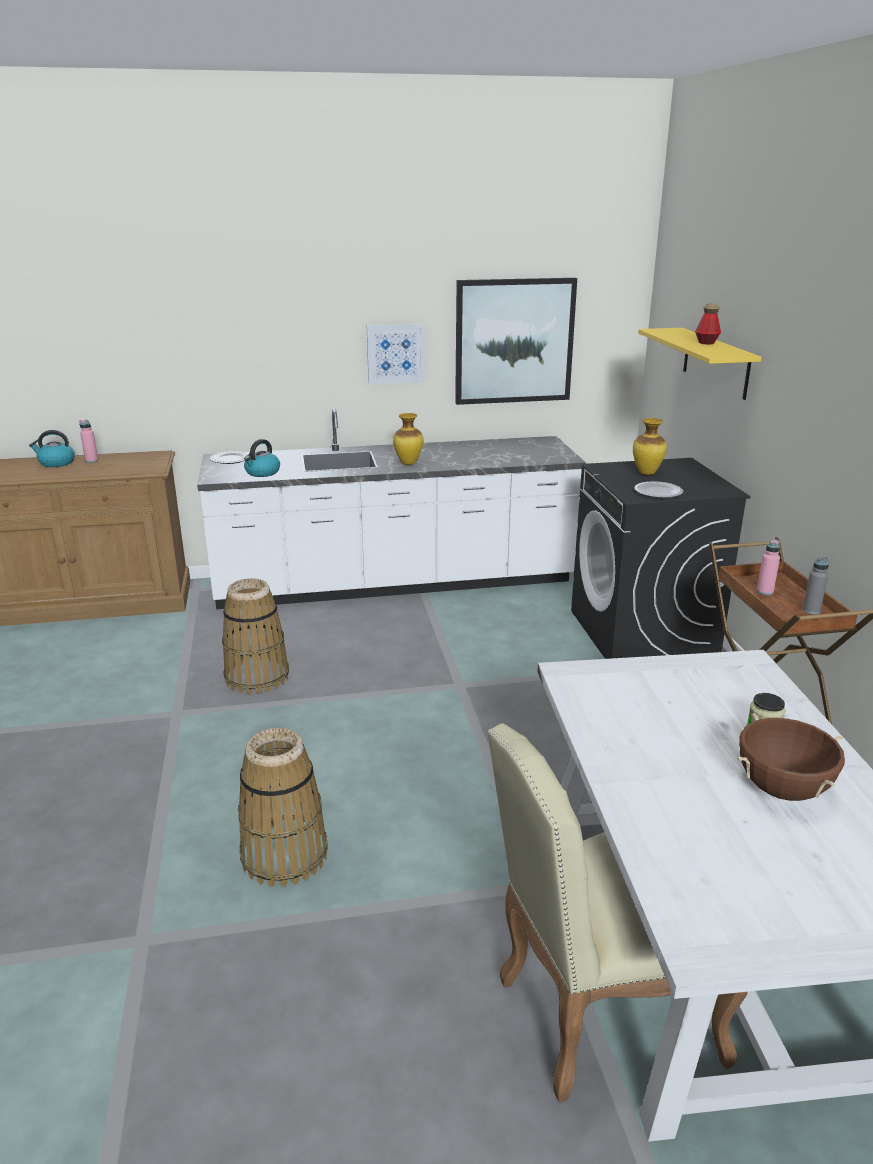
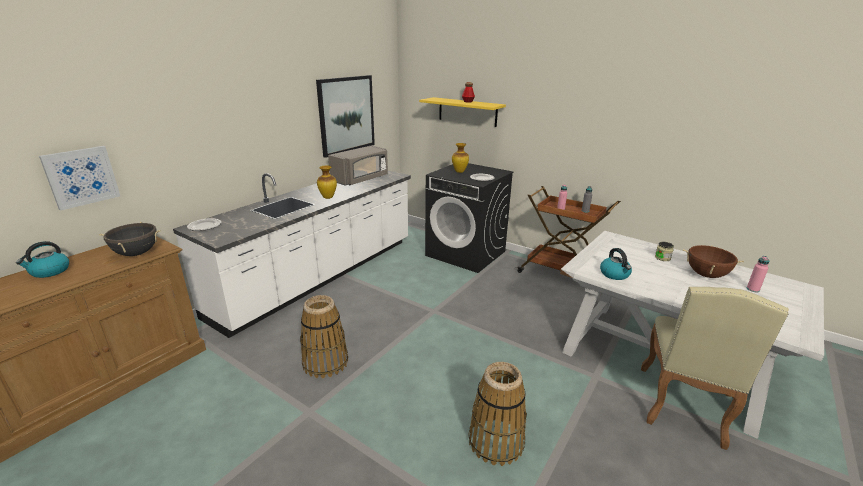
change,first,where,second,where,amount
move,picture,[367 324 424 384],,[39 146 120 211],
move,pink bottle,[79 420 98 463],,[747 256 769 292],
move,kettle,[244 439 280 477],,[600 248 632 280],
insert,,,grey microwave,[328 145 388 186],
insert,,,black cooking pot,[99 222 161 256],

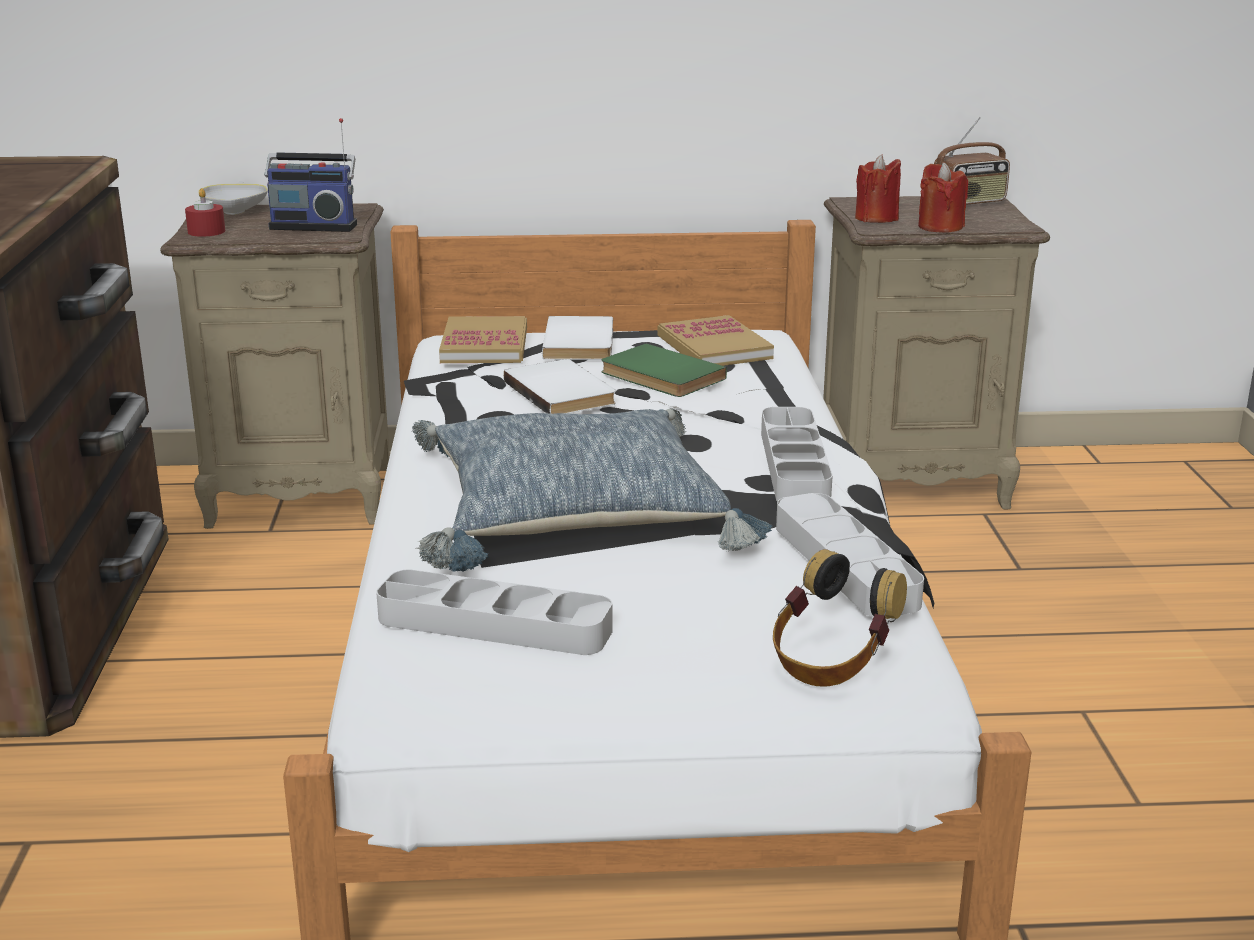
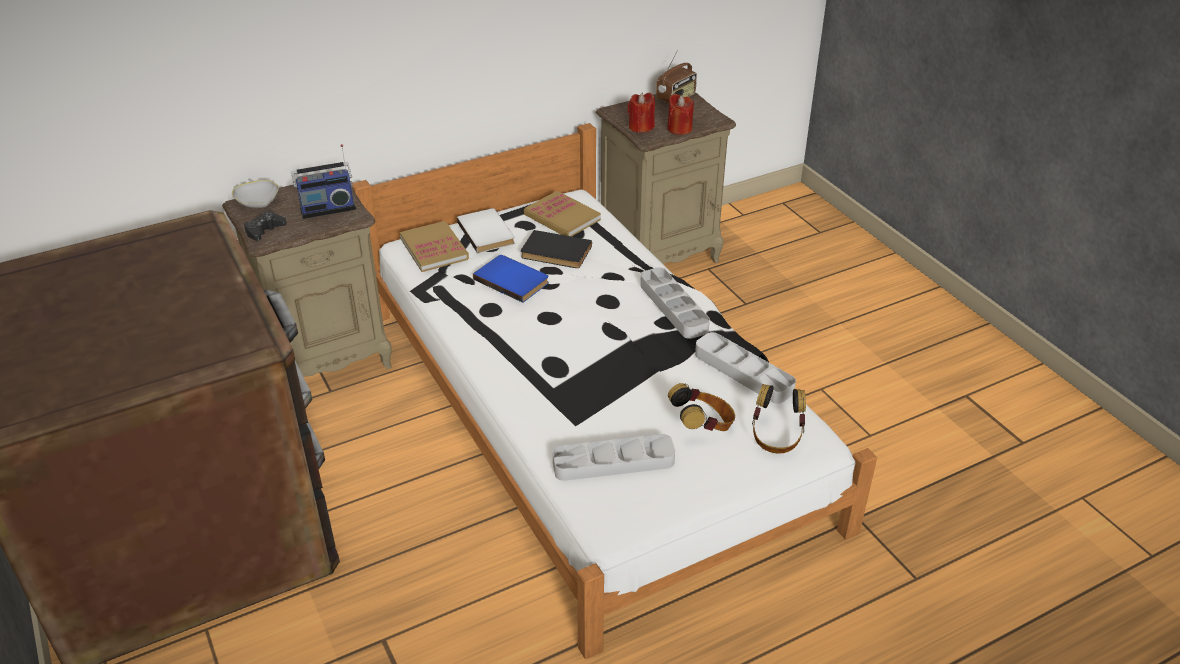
change,first,where,second,where,amount
replace,red candle,[185 188 225 237],black game controller,[244 211 287 241],
recolor,green book,[602 344 727 397],black book,[521 230 592 268],
recolor,white book,[504 359 616 414],blue book,[473 255 549 303],
delete,pillow,[411 408 772 572],,,
insert,,,headphones,[668 383 735 431],

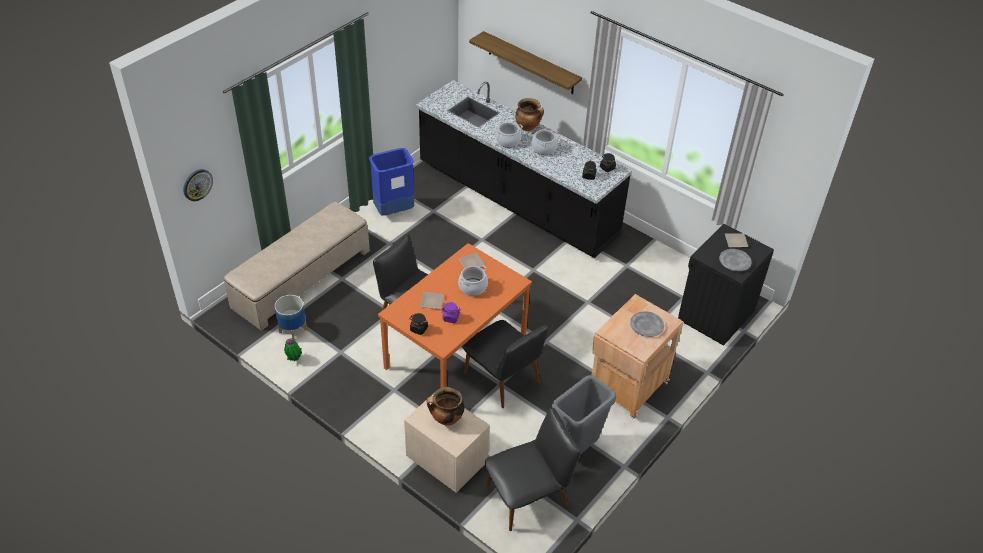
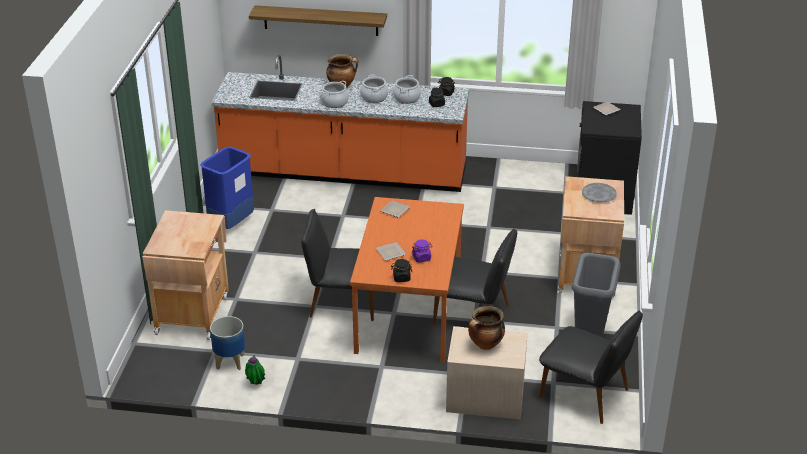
change,first,where,second,where,amount
recolor,black counter,[416 80 632 258],orange counter,[211 55 469 192],
delete,wall clock,[183 169 213 201],,,
replace,beige bench,[224 202 370 331],brown cart,[142 210 229 340],
delete,grey plate,[719 249 752 271],,,
move,cooking pot,[458 265 488 296],,[393 75 421 104],
rotate,black chair,[485 407 580 531],,[539 311 643 424],90 degrees clockwise

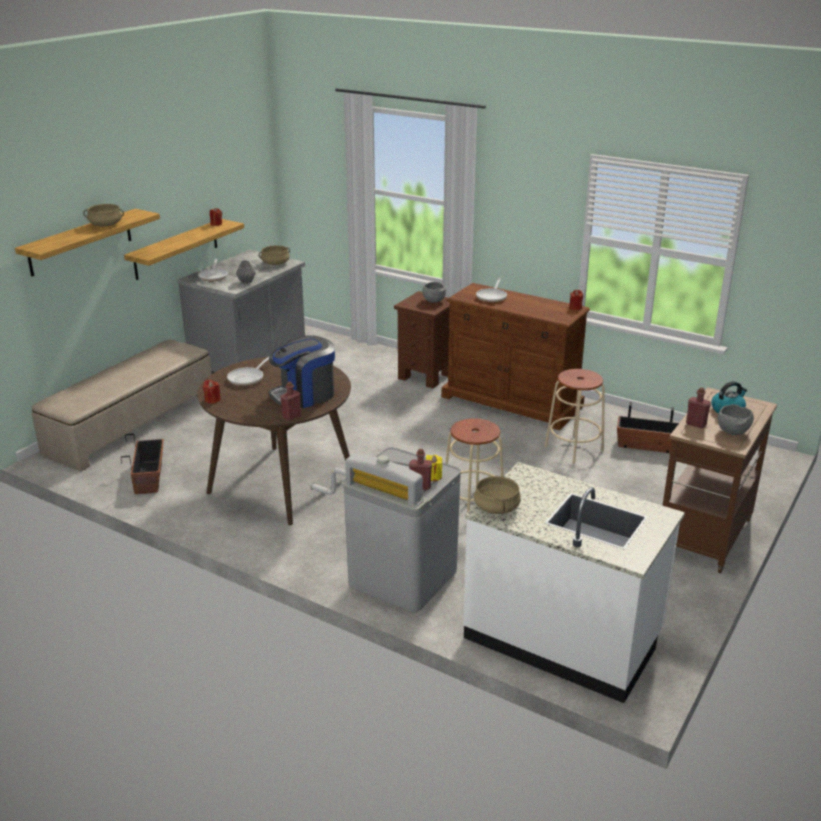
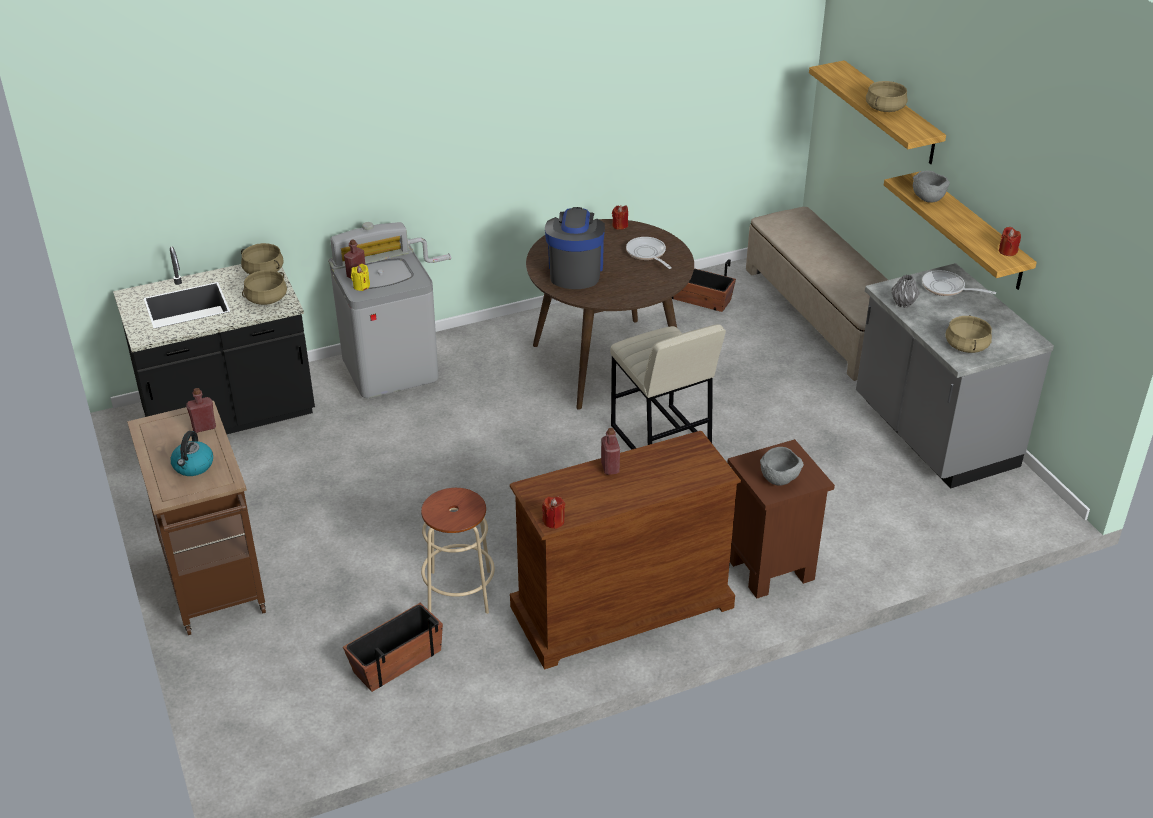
change,first,where,second,where,amount
delete,frying pan,[476 278 507 303],,,
move,red bottle,[280 382 301 420],,[601 428 620 475],
move,grey bowl,[718 404 754 435],,[913 171 950 203],
delete,beige stool,[445 419 504 512],,,
recolor,white counter,[463 462 685 703],black counter,[113 247 315 434],
insert,,,beige cooking pot,[242 270 287 305],
insert,,,beige chair,[610 324 726 450],

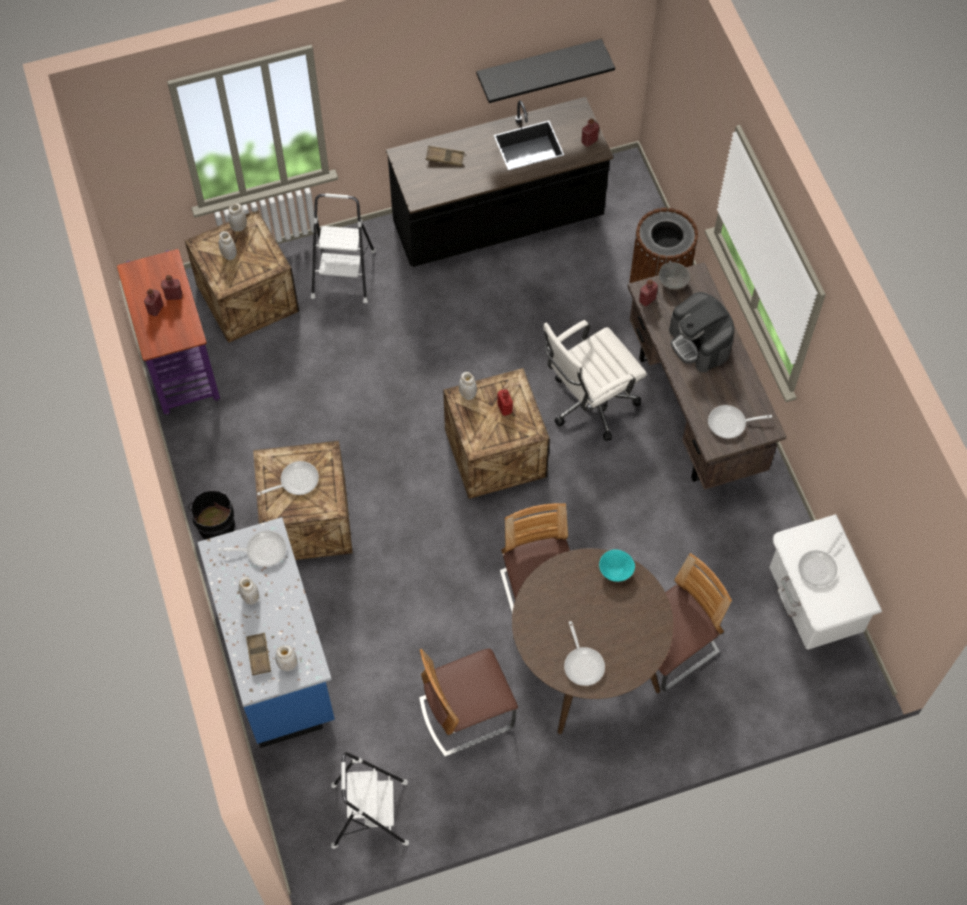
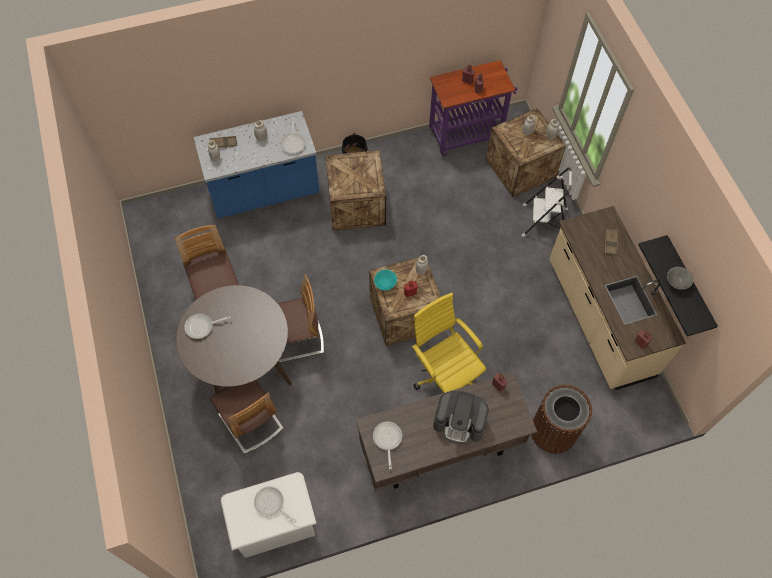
change,first,where,second,where,amount
recolor,black counter,[386 97 613 267],beige counter,[549 206 686 390],
move,grey bowl,[659 262 690 290],,[667 267 694 290],
rotate,coffee machine,[669 292 734 372],,[433 391 489 444],135 degrees counterclockwise
recolor,white office chair,[543 320 647 441],yellow office chair,[412 292 486 393],
delete,frying pan,[257 461 319 496],,,
move,turquoise bowl,[599 549 635 582],,[374 269 397 291],
delete,white step ladder,[331 752 409 849],,,

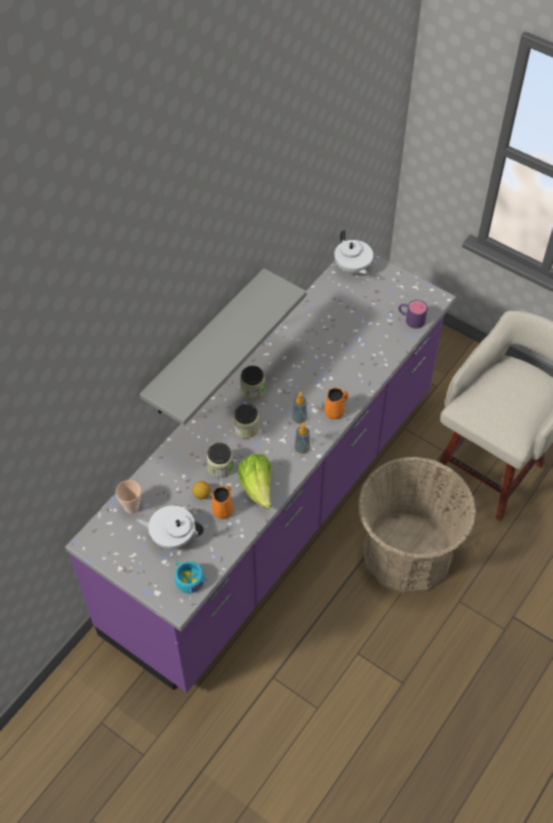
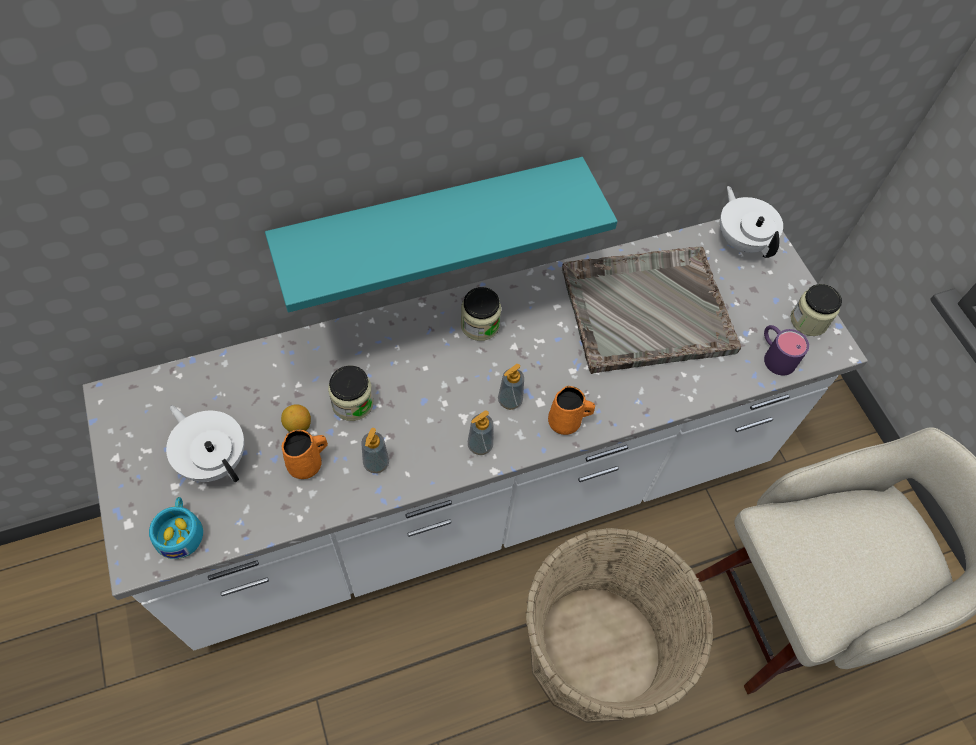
change,first,where,second,where,amount
rotate,white teapot,[334 230 373 275],,[720 186 783 258],150 degrees clockwise
recolor,purple counter,[65 254 456 693],white counter,[83 219 868 650],
recolor,grey shelf,[140 268 307 426],turquoise shelf,[265 157 618 312],
move,jar,[233 404 259 438],,[791 284 842 336],
replace,lettuce,[238 454 271 509],soap dispenser,[361 428 389 474],
delete,cup,[116 480 141 514],,,
insert,,,grey tray,[562 247 741 374],

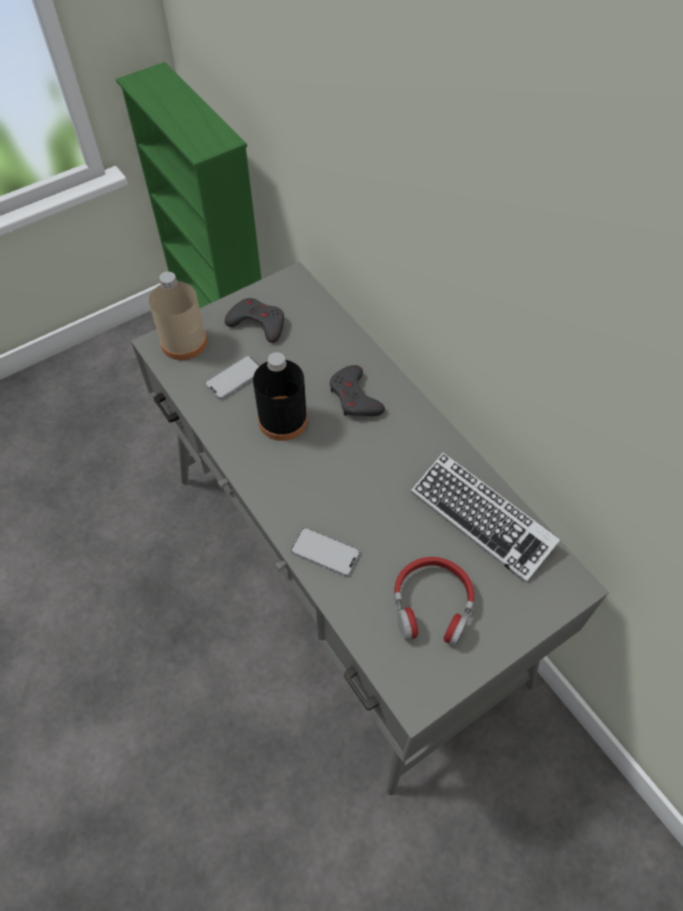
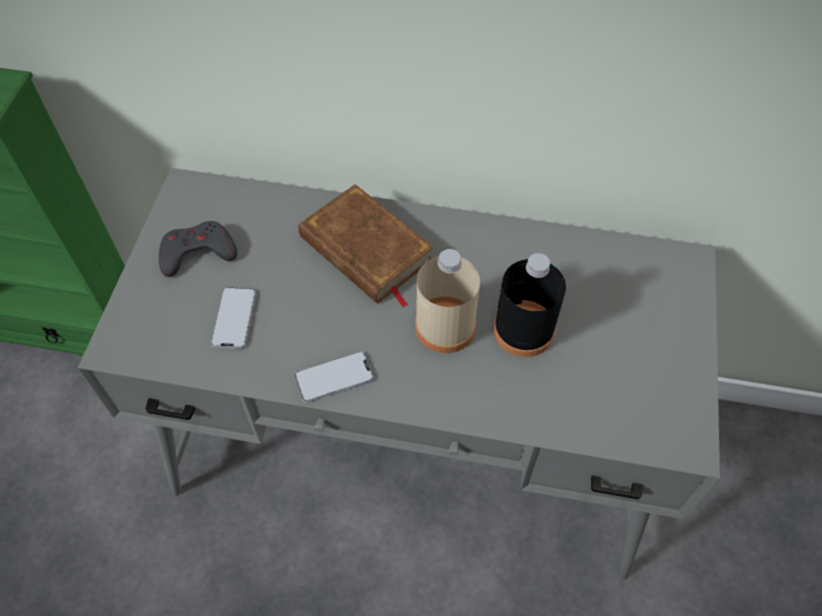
change,first,where,second,where,amount
move,beige bottle,[149 271 207 360],,[415 249 480 353],
move,black bottle,[253 352 308 441],,[493 253 566 357],
replace,grey game controller,[330 365 385 416],brown book,[298 184 434 308],
delete,keyboard,[411 452 560 583],,,
move,phone,[291 527 359 576],,[295 351 373 403],
delete,red headphones,[394 557 474 646],,,

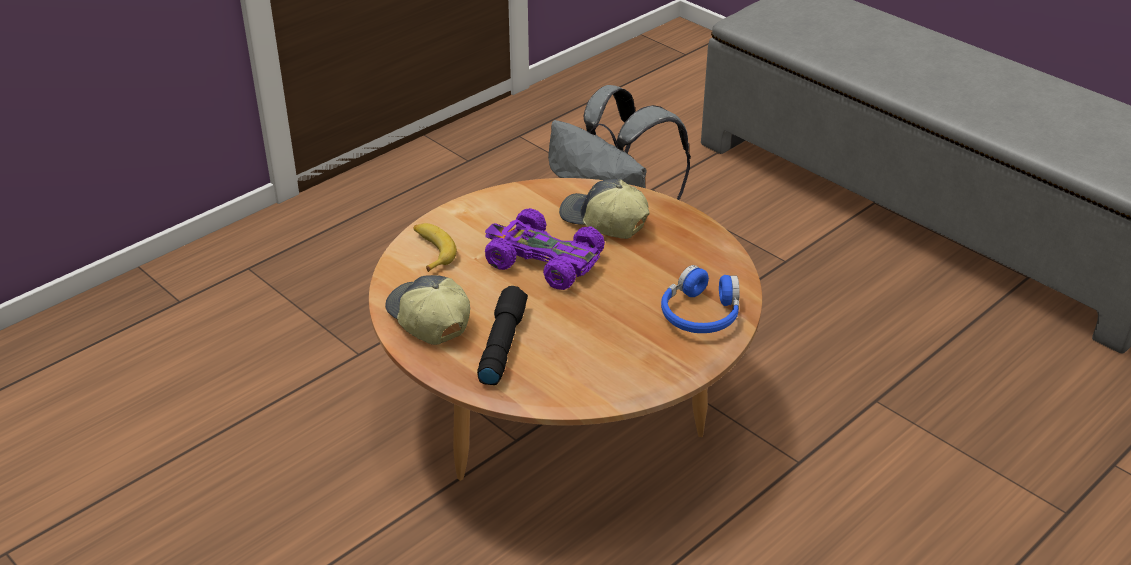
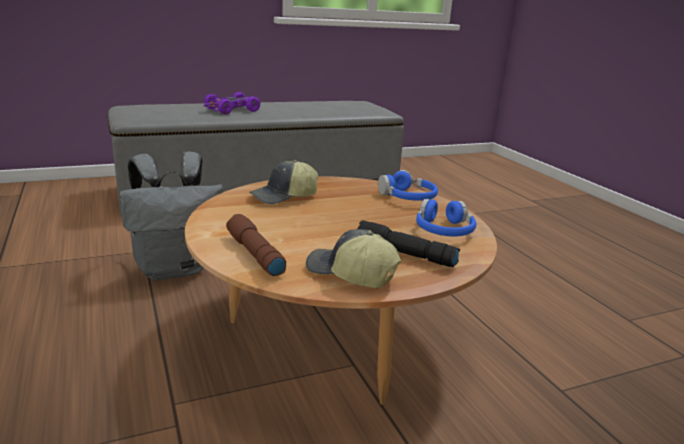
change,first,where,second,where,amount
move,purple toy car,[485 208 605 290],,[203 92 260 114],
replace,banana,[413 223 457 272],brown flashlight,[226 214 286 276],
rotate,cap,[385 275 470 345],,[306 229 401 288],45 degrees clockwise
insert,,,blue headphones,[416 198 477 237],

